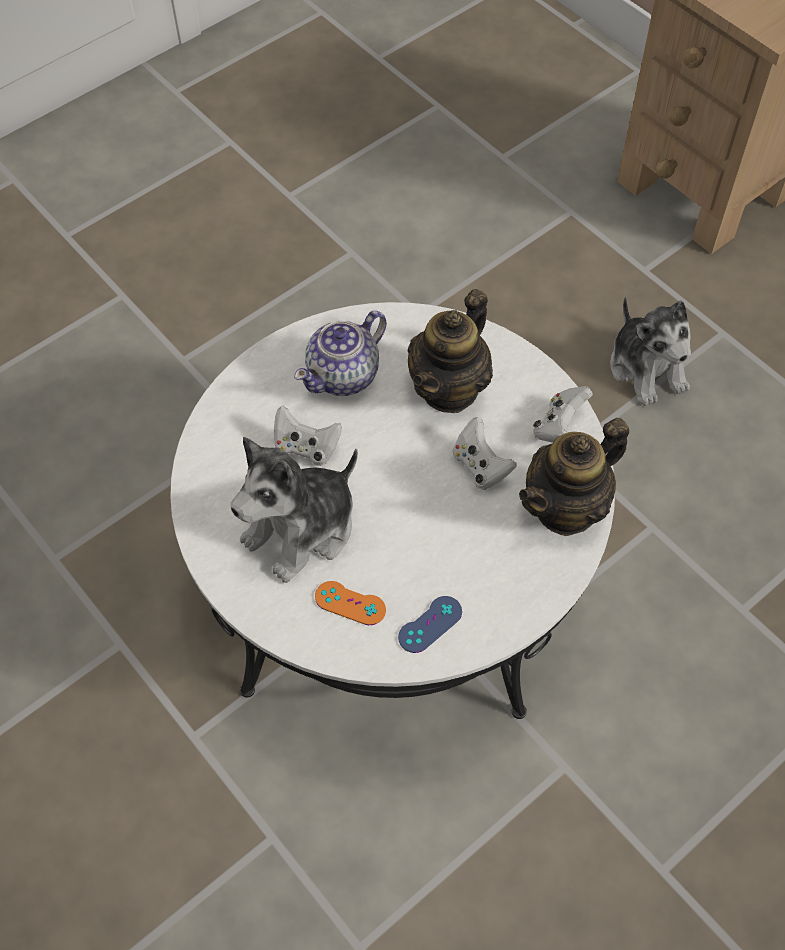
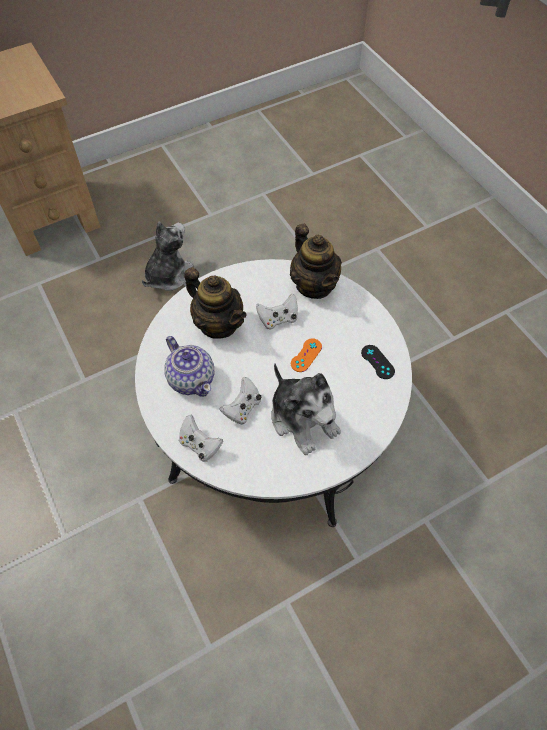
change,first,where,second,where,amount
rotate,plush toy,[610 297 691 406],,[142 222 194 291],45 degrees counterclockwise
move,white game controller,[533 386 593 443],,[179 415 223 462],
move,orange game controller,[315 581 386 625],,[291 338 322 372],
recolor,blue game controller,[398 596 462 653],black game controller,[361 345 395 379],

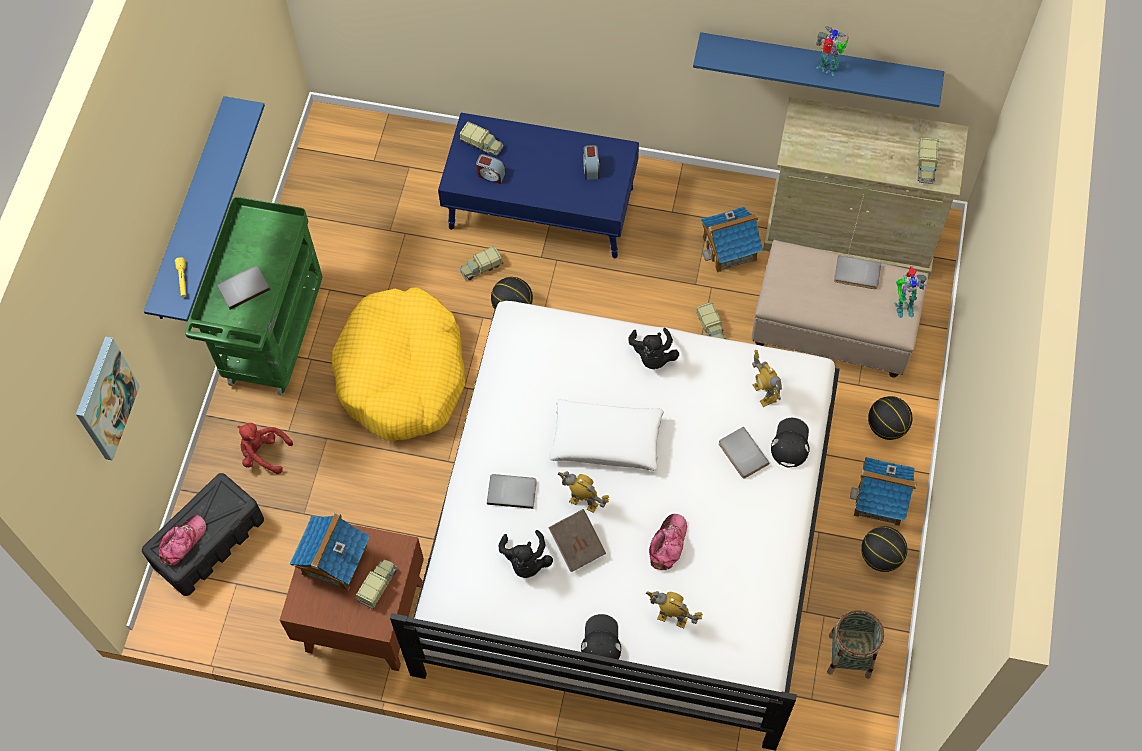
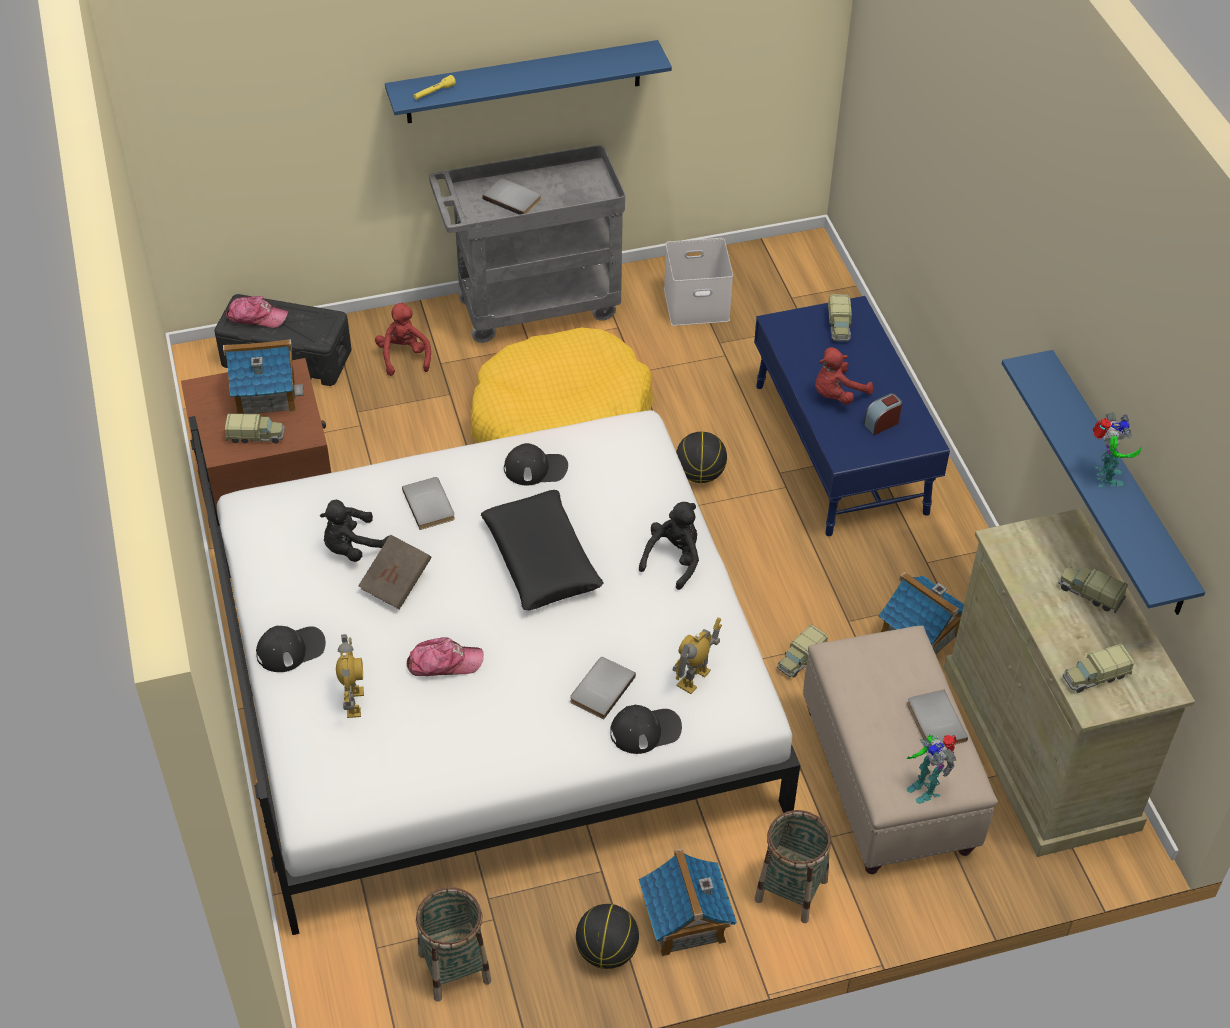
change,first,where,second,where,amount
delete,alarm clock,[476 154 506 184],,,
recolor,green cart,[185 197 323 395],grey cart,[429 145 625 343],
move,toy truck,[460 246 503 280],,[1058 567 1128 613],
rotate,black plush toy,[628 328 679 369],,[639 502 699 590],150 degrees clockwise
delete,picture,[76 337 140 461],,,
replace,basketball,[868 396 912 440],basket,[755 810 831 923],
recolor,white pillow,[549 399 664 471],black pillow,[481 490 603 610],
delete,toy robot,[558 471 609 513],,,
insert,,,white storage box,[664 238 733 326],
insert,,,red plush toy,[815 347 873 405],
insert,,,black cap,[504 443 568 485],

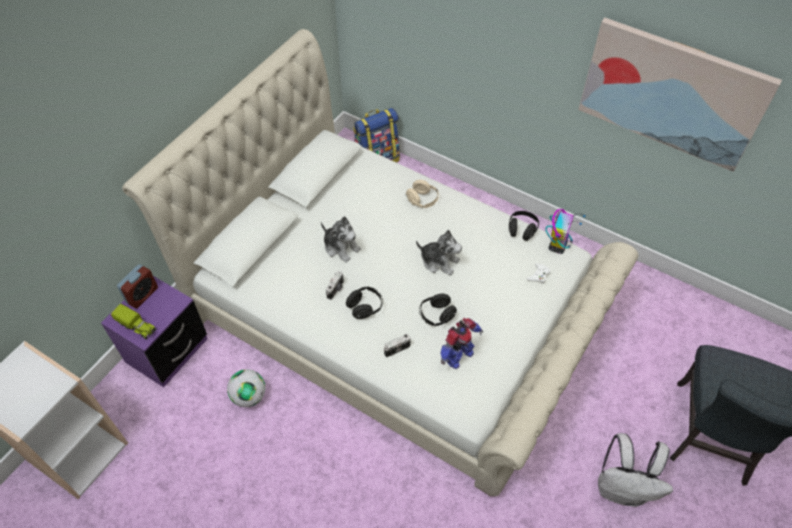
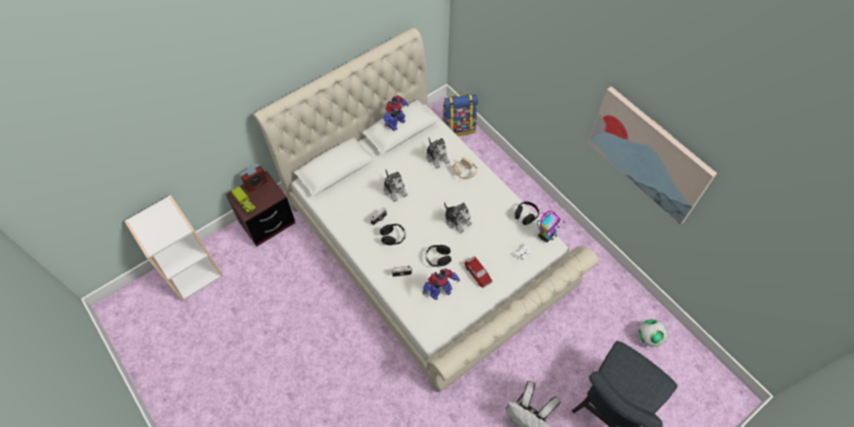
change,first,where,second,where,amount
recolor,purple nightstand,[101 276 207 387],brown nightstand,[225 171 295 247],
move,football,[227 369 265 407],,[639 319 668 347],
insert,,,toy robot,[384 95 409 131],
insert,,,plush toy,[426 138 450 169],
insert,,,toy car,[464 256 493 288],

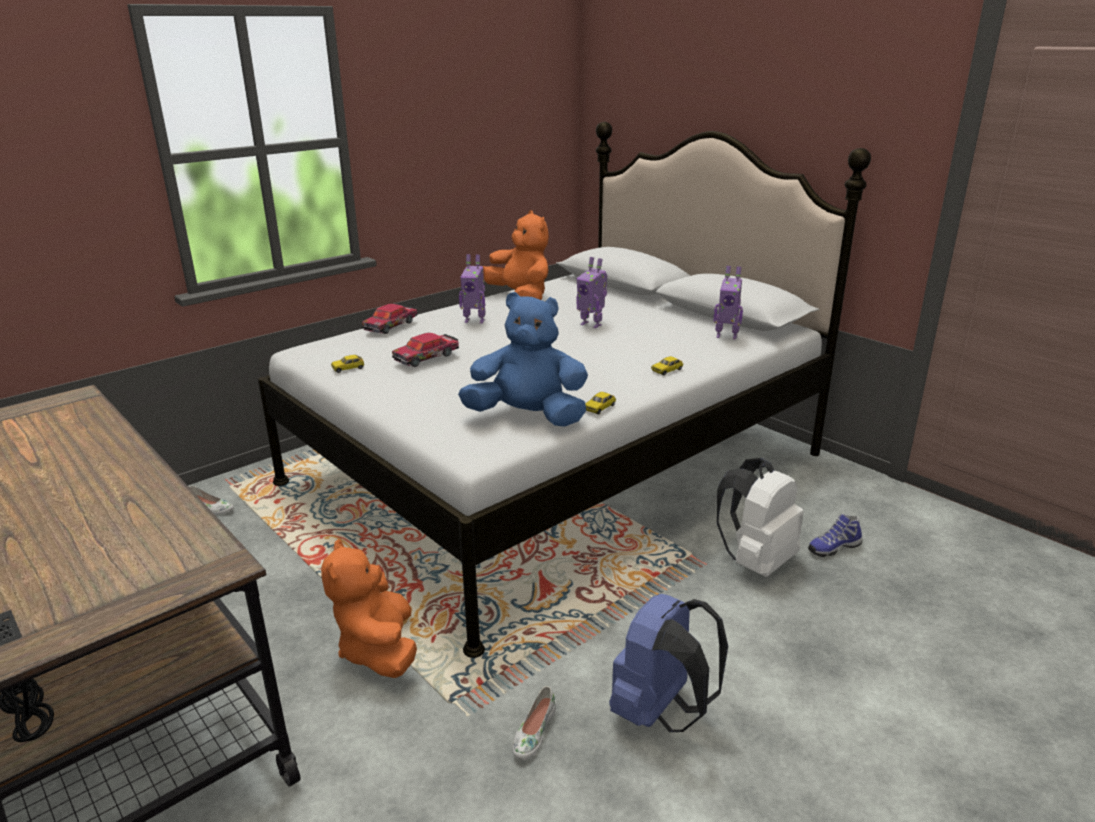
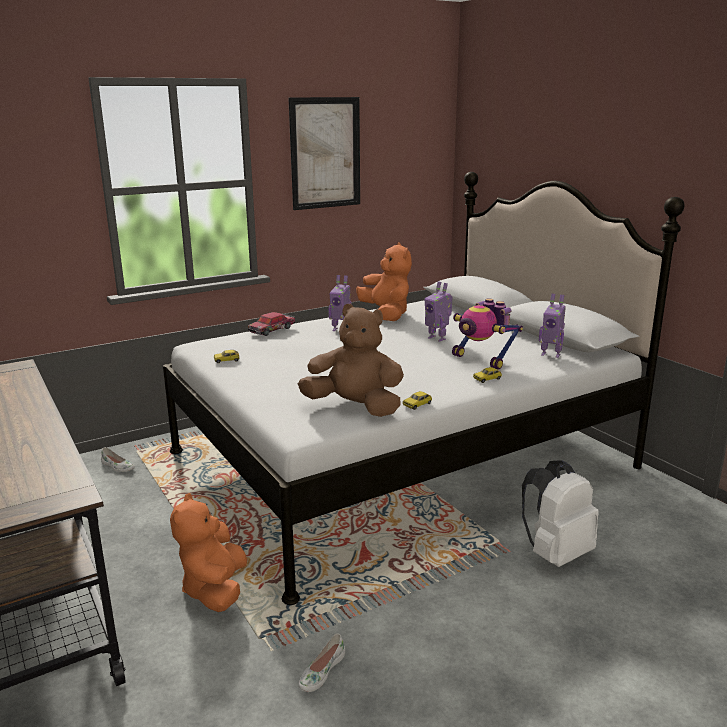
change,first,where,second,where,amount
recolor,blue plush toy,[458 292 588 427],brown plush toy,[298 303 404 417],
delete,toy car,[392 333 459 367],,,
delete,shoe,[808 514 862 557],,,
delete,blue backpack,[609 594 728 732],,,
insert,,,picture,[288 97 360 210],
insert,,,toy robot,[452 299 523 370],

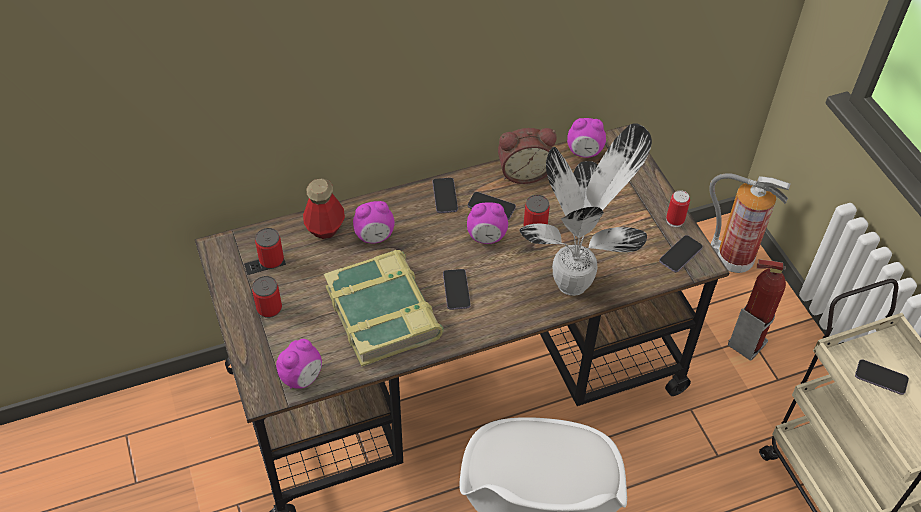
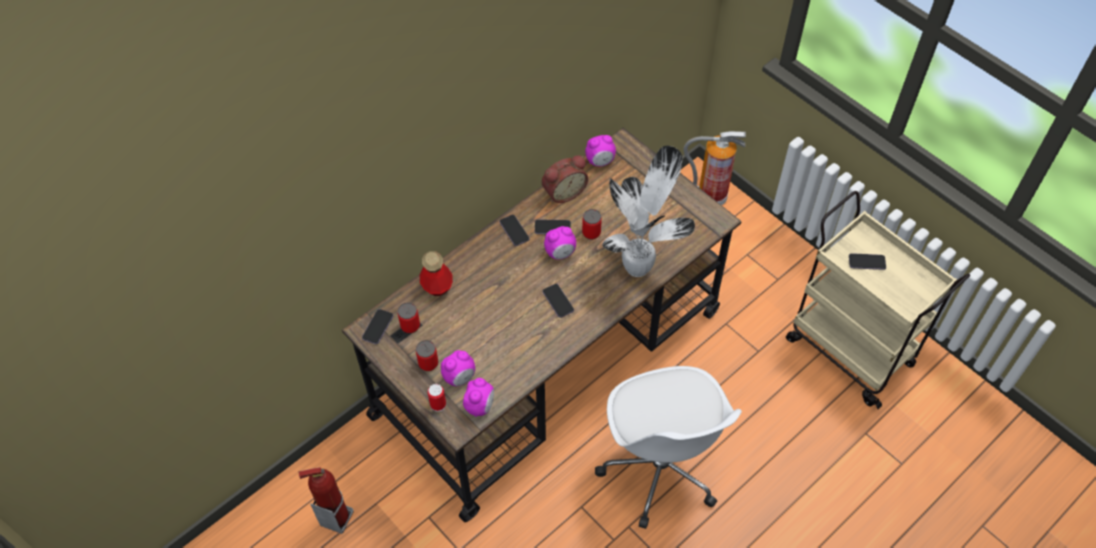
change,first,where,second,where,amount
move,can,[666 190 690 227],,[428 384 446 412],
move,alarm clock,[353 201 395 243],,[441 350 475 386],
move,phone,[659 235 703 272],,[362 309 393 344],
delete,book,[324 250 443 367],,,
move,fire extinguisher,[728 259 786 361],,[298 467 354 534],

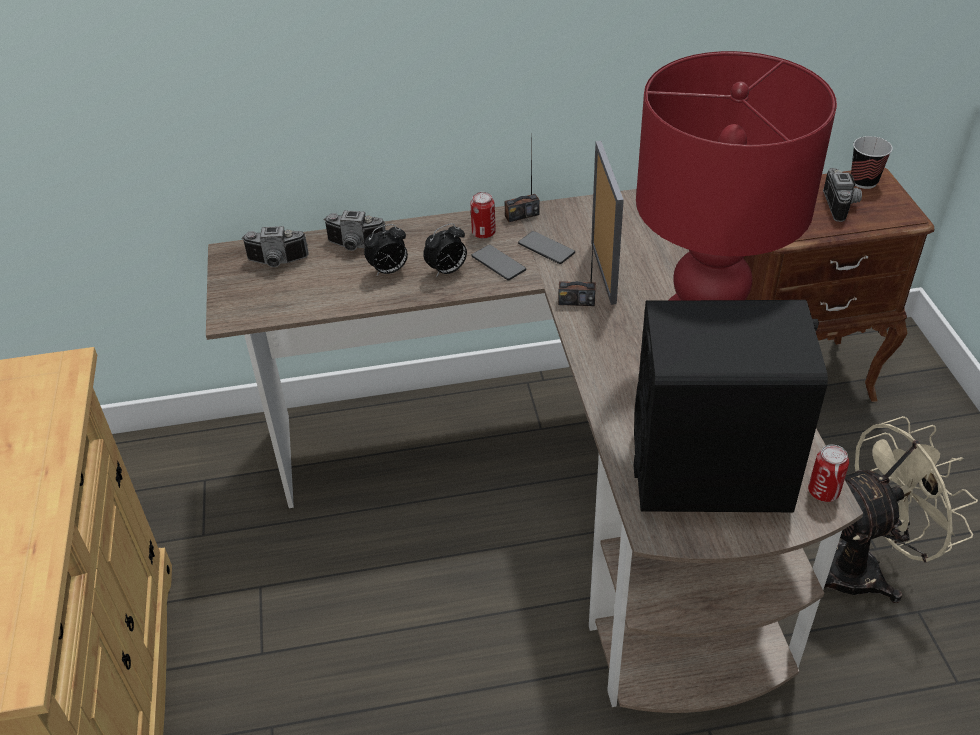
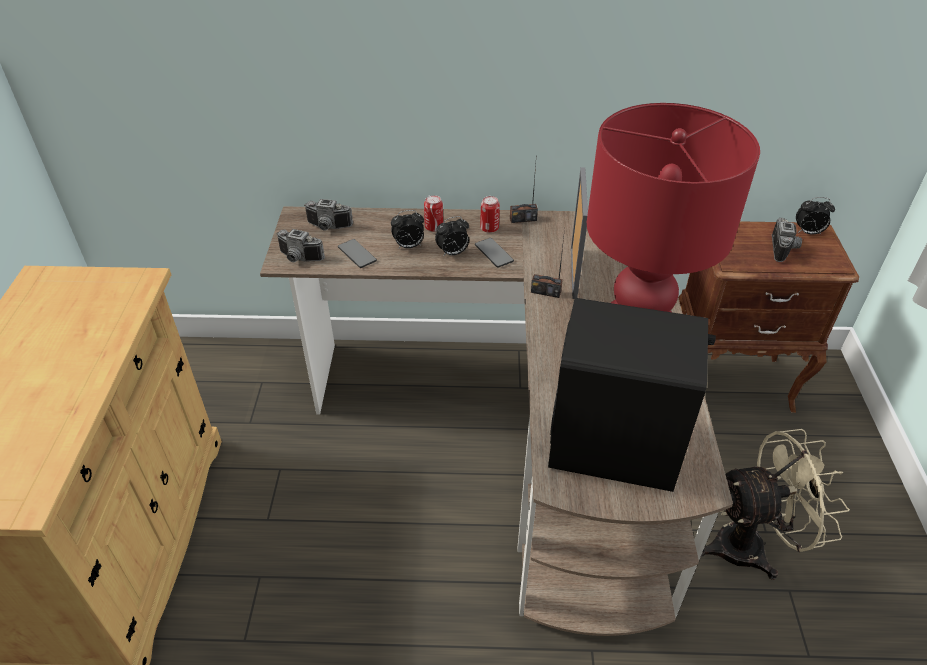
change,first,where,second,where,amount
replace,cup,[851 136 893 189],alarm clock,[796 197 835 234],
move,photo camera,[323 210 386 251],,[276 229 325 262],
move,phone,[518 231 575 264],,[338 239 377 268],
move,can,[808 445 849 502],,[424 195 443 232],

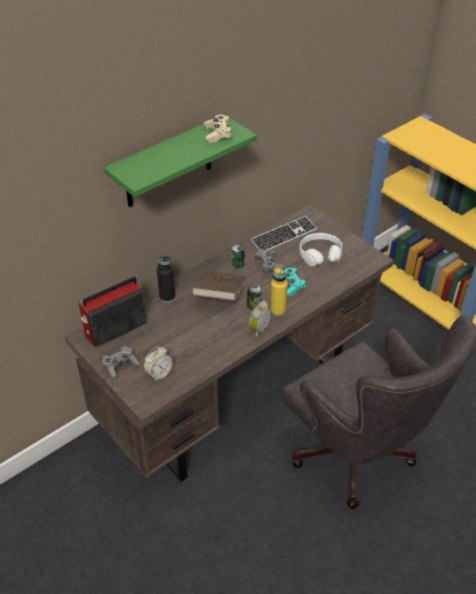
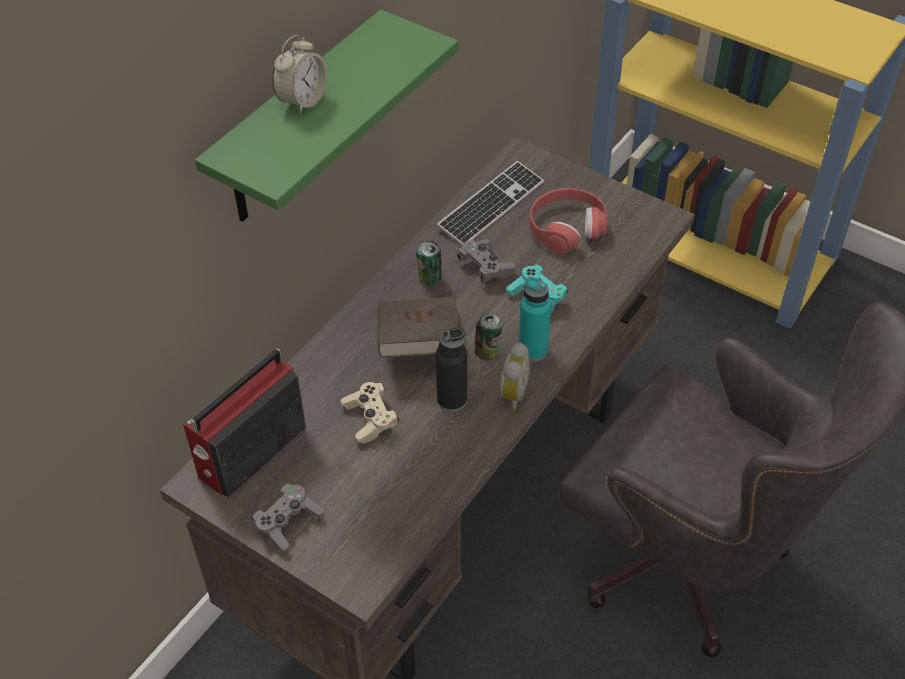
change,first,where,second,where,amount
move,beige game controller,[204 115 232 143],,[341 382 399 444],
recolor,white headphones,[299 233 342 267],red headphones,[529 188 608 254],
move,black bottle,[157 255 175 302],,[436 328 467 412],
recolor,yellow bottle,[270 267 288 316],turquoise bottle,[519 277 551 362],
move,alarm clock,[144 346 173 381],,[272 35 327 114],

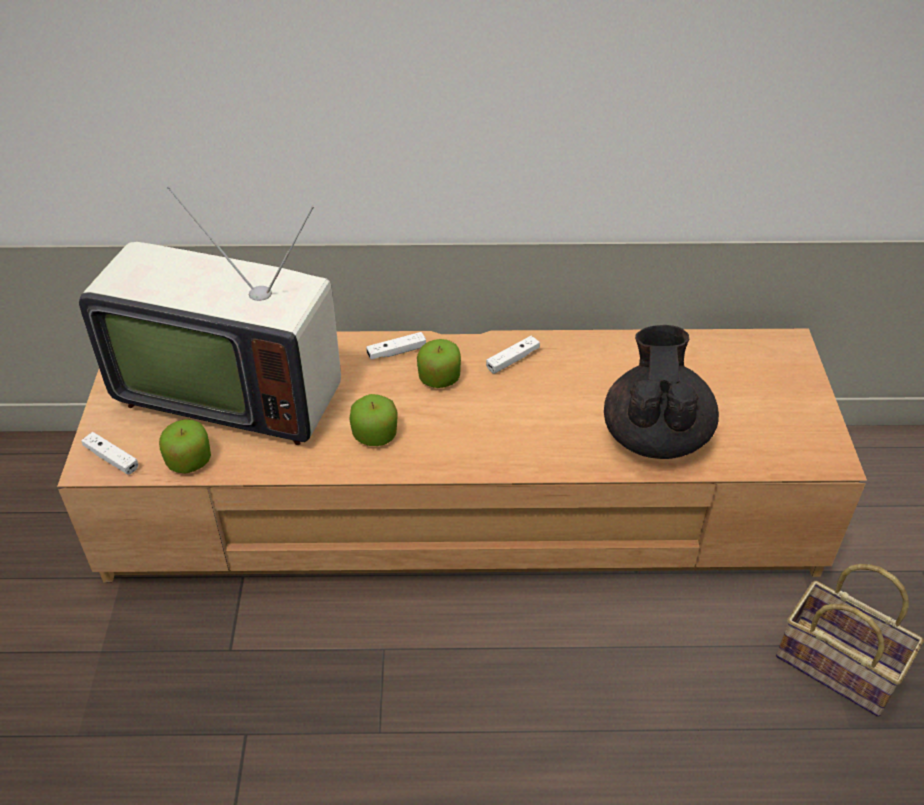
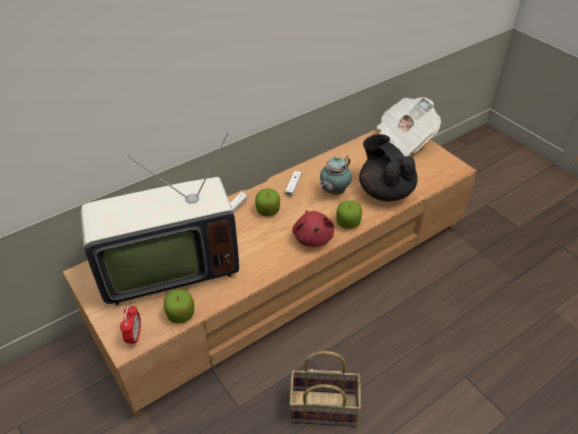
change,first,where,second,where,amount
move,apple,[349 394 398 446],,[336 201 362 229],
replace,white game controller,[81 432 138 475],alarm clock,[120 304 141 346],
move,basket,[776 564 924 717],,[289 351 361 427],
insert,,,newspaper,[377 97 441 156],
insert,,,teapot,[319 155 352 195],
insert,,,red plush toy,[292 210 334 247],

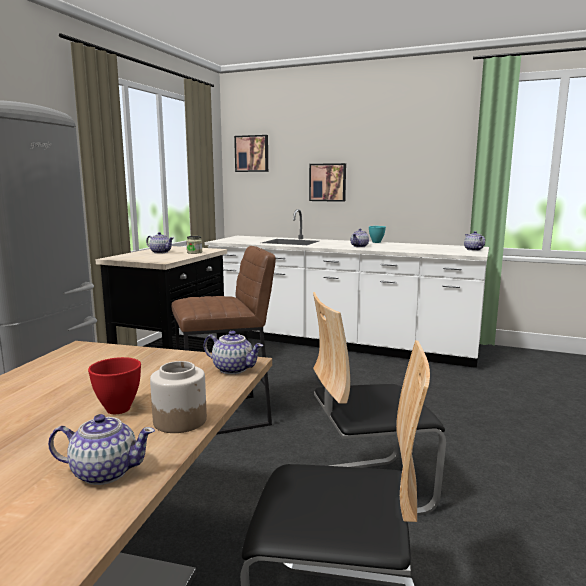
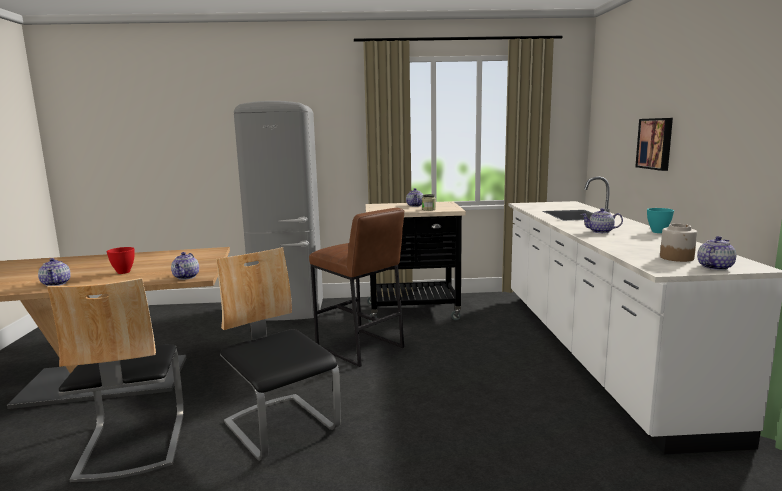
change,first,where,second,where,amount
delete,picture,[234 135 268 172],,,
move,jar,[150 361 207 433],,[660 224 697 262],

